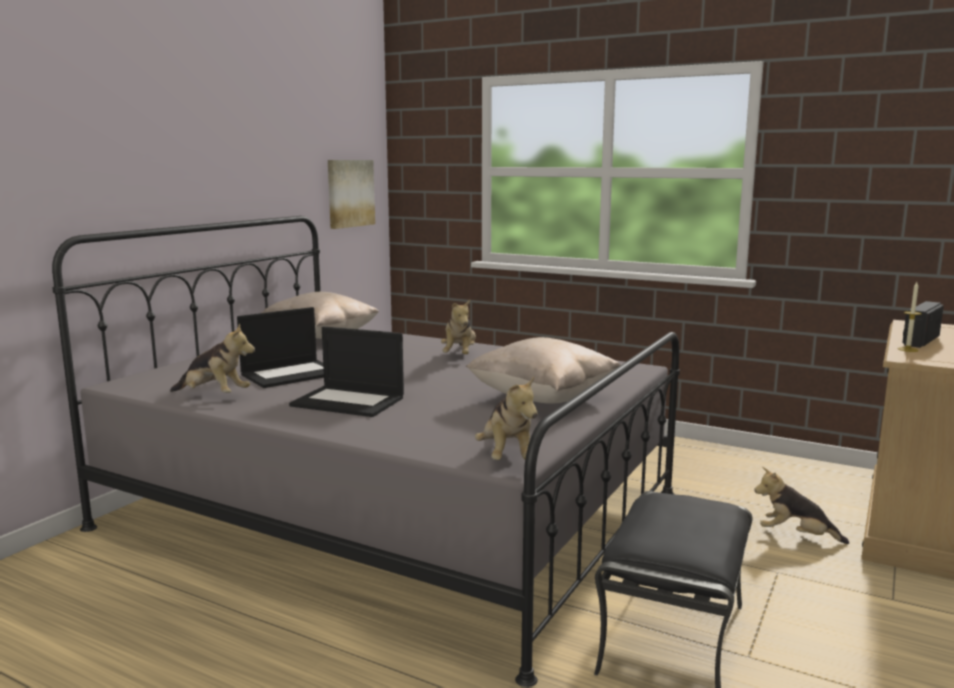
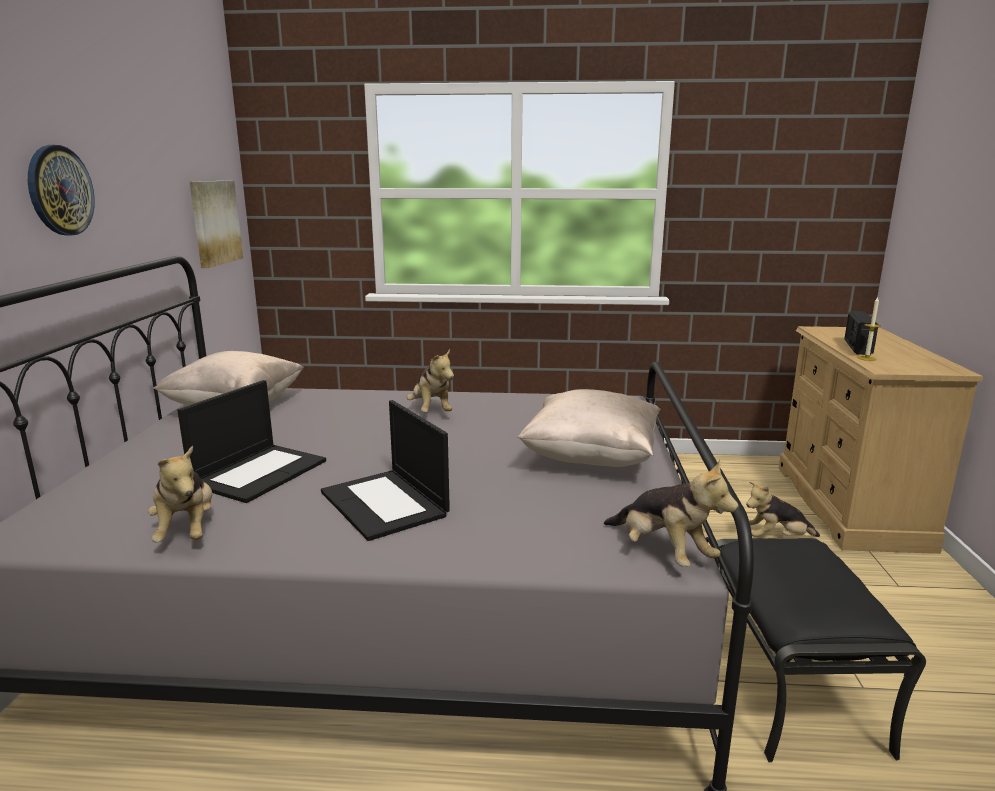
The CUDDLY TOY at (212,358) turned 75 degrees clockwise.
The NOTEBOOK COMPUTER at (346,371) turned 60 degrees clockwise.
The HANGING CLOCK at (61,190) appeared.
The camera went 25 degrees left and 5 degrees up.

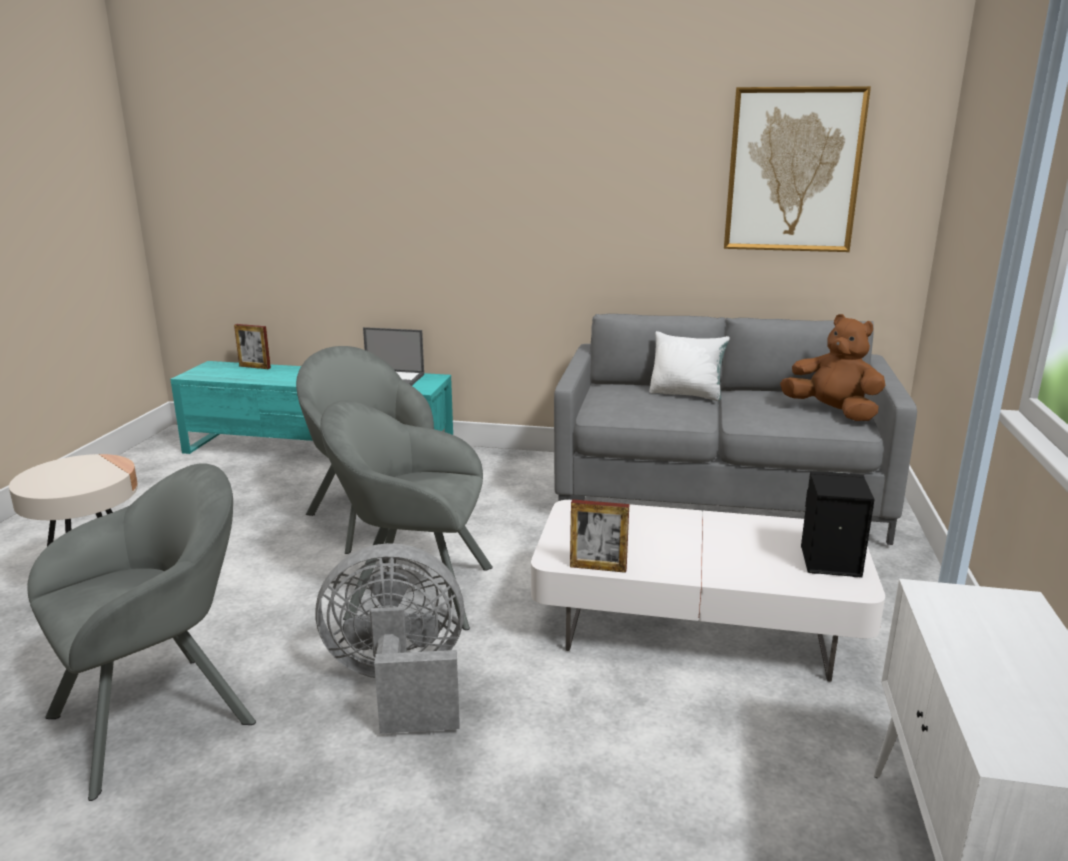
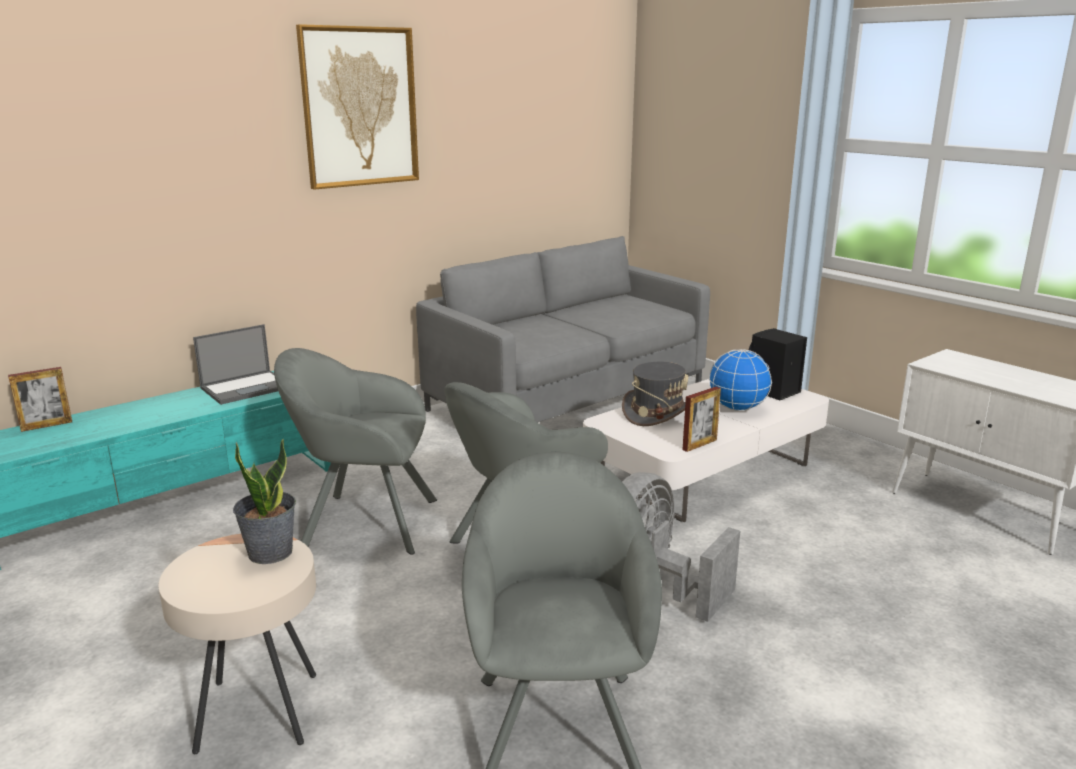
The WHITISH THROW PILLOW at (689,366) disappeared.
The WALL ART moved from (797,169) to (357,107).
The BROWNISH CUDDLY TOY at (832,367) disappeared.
The POTTED PLANT at (264,501) appeared.
The GREYISH WEARABLE HAT at (655,394) appeared.
The WORLD GLOBE at (740,380) appeared.
The camera went 50 degrees left and 0 degrees up.

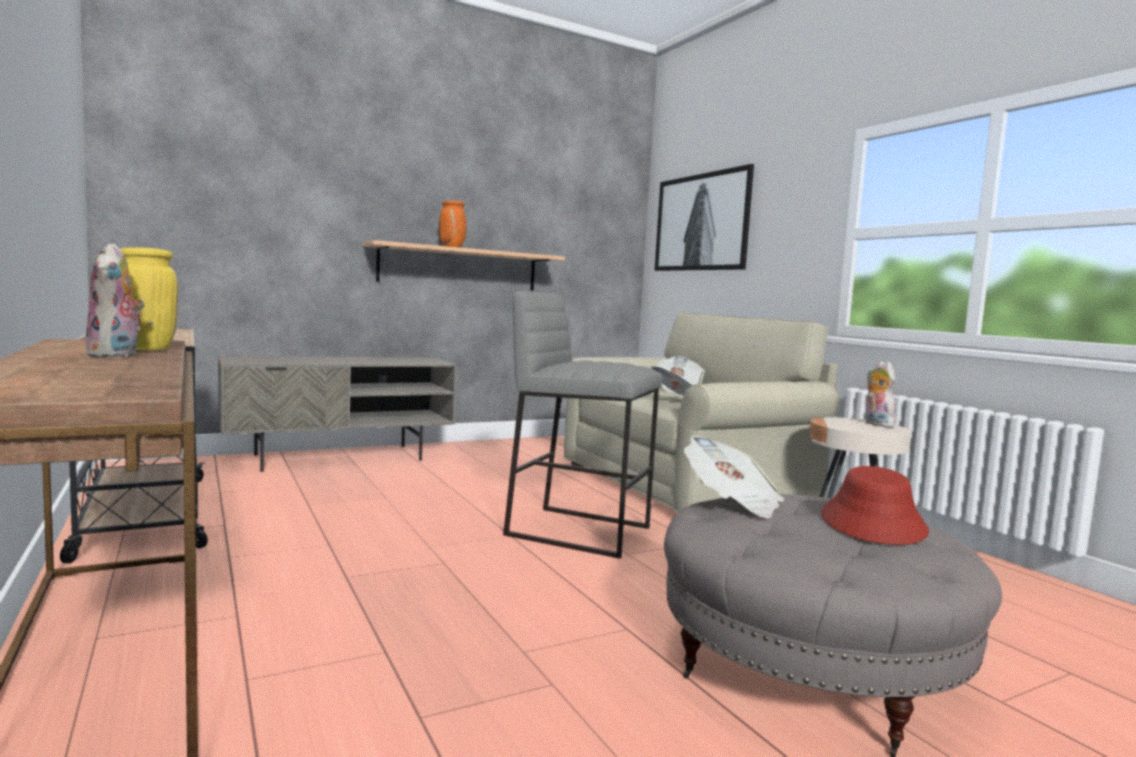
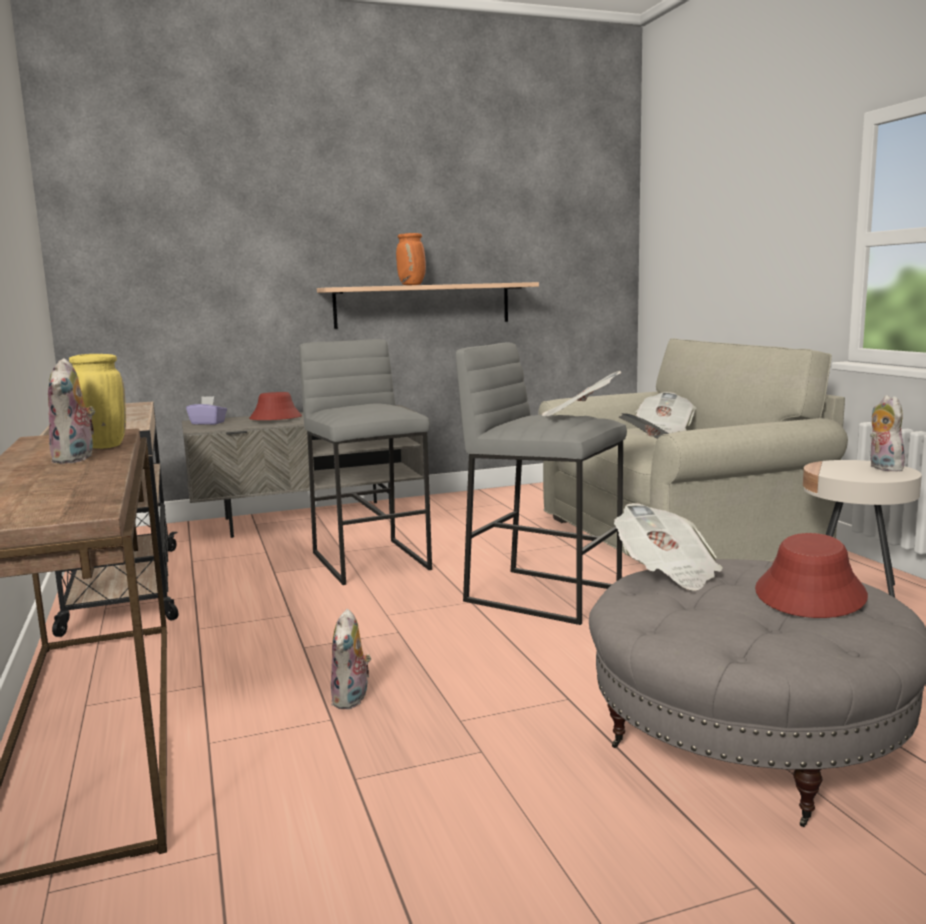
The WALL ART at (704,217) disappeared.
The PURPLE TISSUE BOX at (206,410) appeared.
The RED-COLOURED WEARABLE HAT at (275,406) appeared.
The GREYISH SITTING STOOL at (365,462) appeared.
The CUDDLY TOY at (351,659) appeared.
The DAILY PAPER at (581,394) appeared.
The camera went 10 degrees right and 5 degrees up.

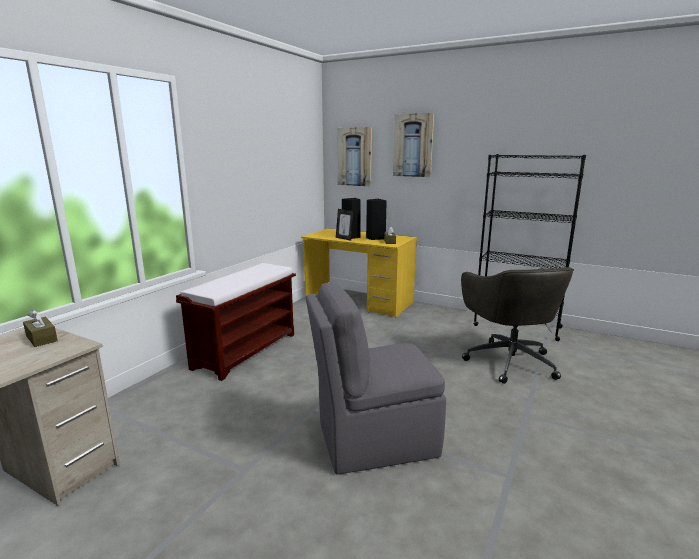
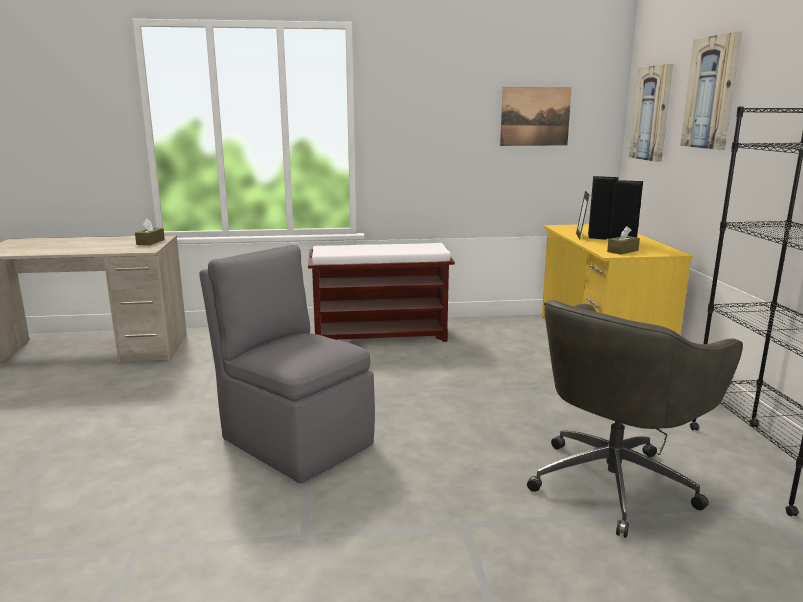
The WALL ART at (536,116) appeared.
The camera went 55 degrees right and 0 degrees up.

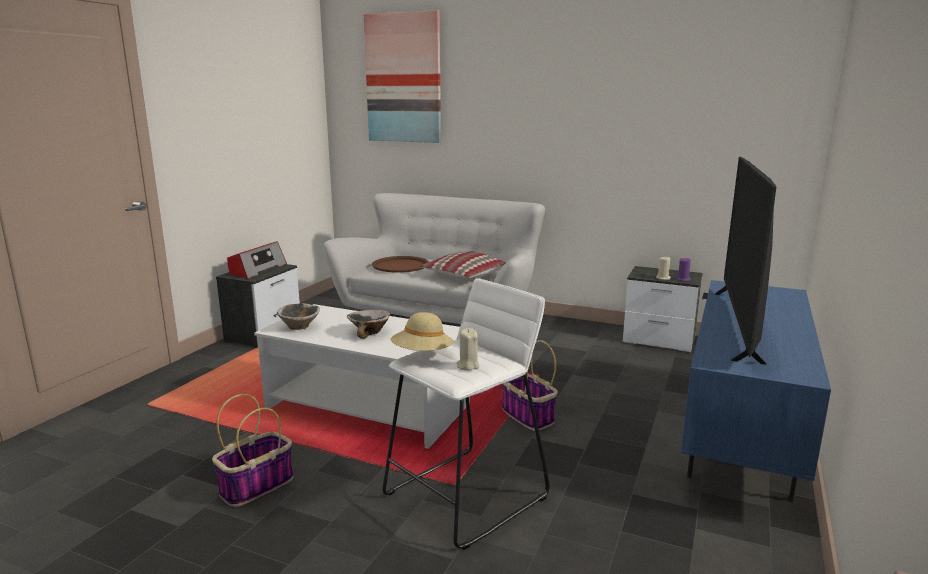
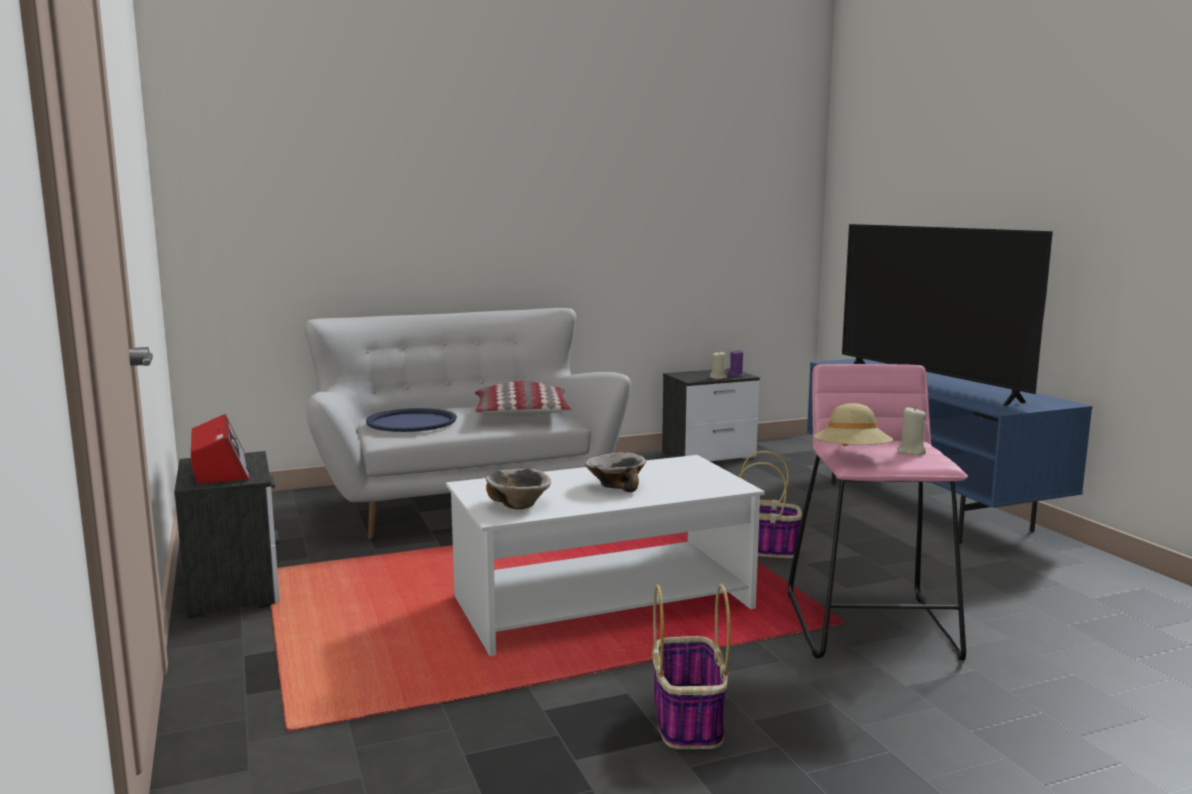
The WALL ART at (402,76) disappeared.
The BROWNISH SERVING TRAY at (400,264) became the BLUE SERVING TRAY at (411,420).
The WHITISH SITTING STOOL at (466,414) became the PINK SITTING STOOL at (878,512).
The camera went 45 degrees left and 5 degrees down.

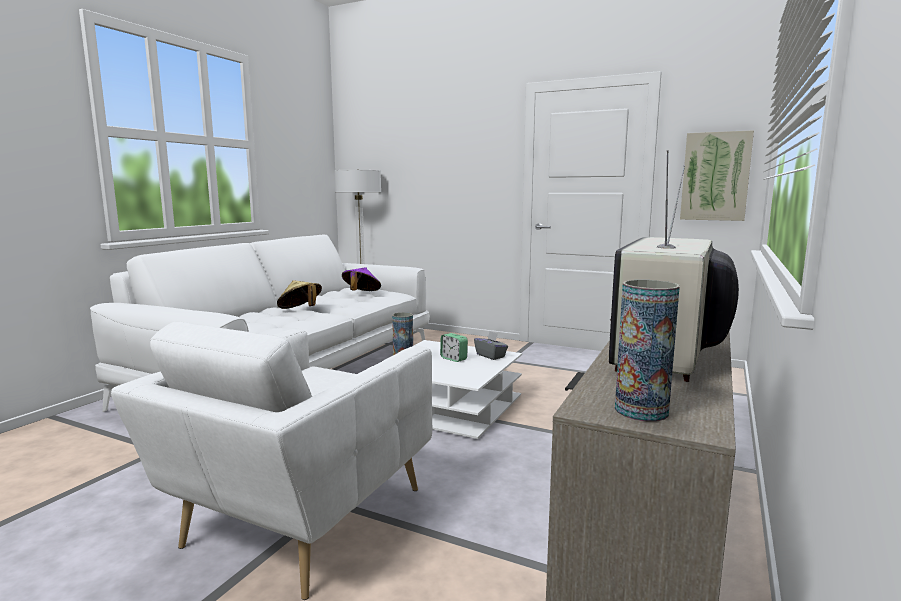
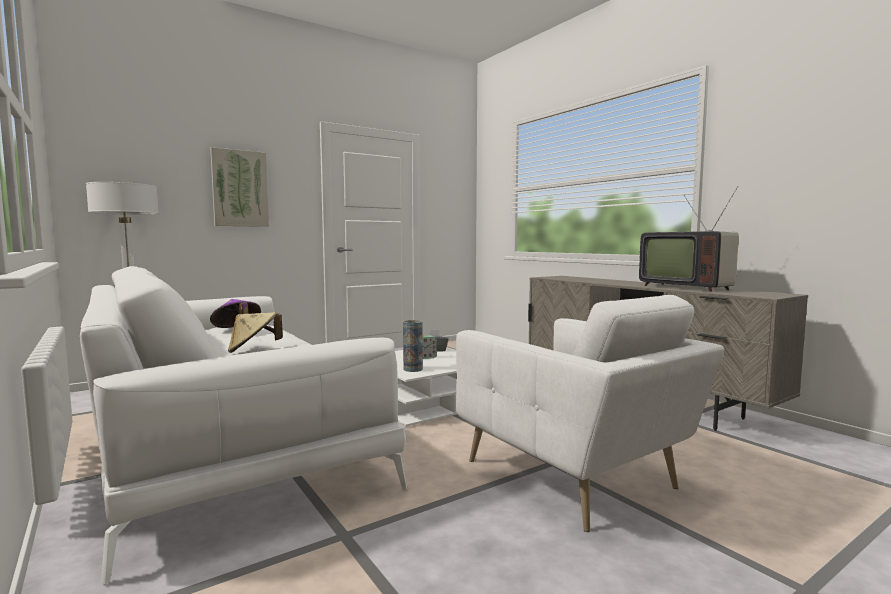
The VASE at (647,351) disappeared.
The WALL ART moved from (717,175) to (239,187).
The camera went 60 degrees left and 5 degrees down.

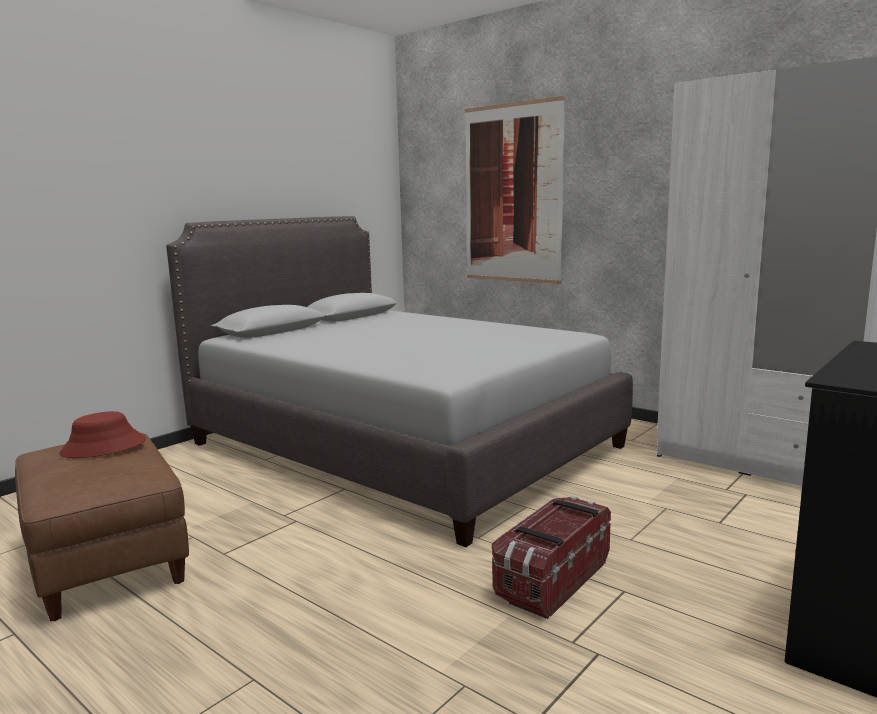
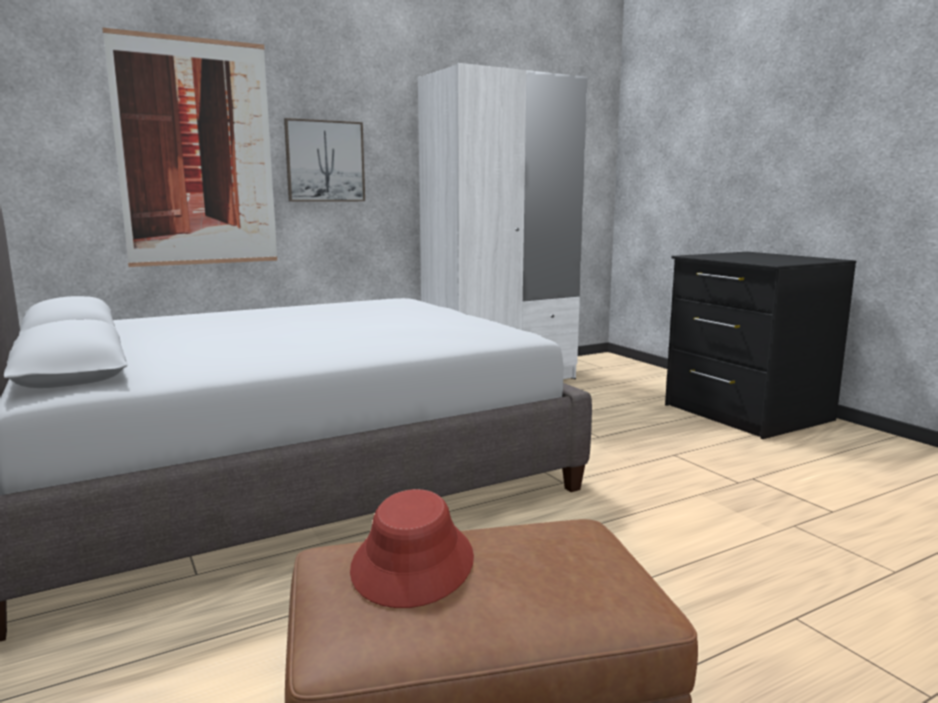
The STORAGE BOX at (551,557) disappeared.
The WALL ART at (324,160) appeared.
The camera went 70 degrees left and 0 degrees up.

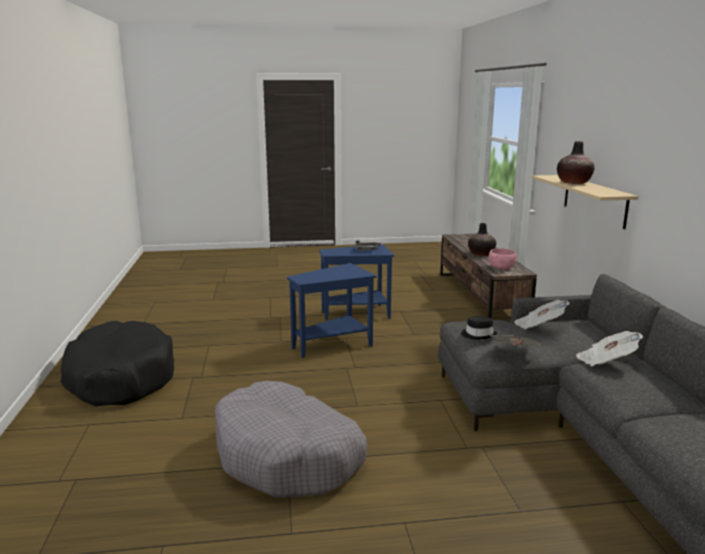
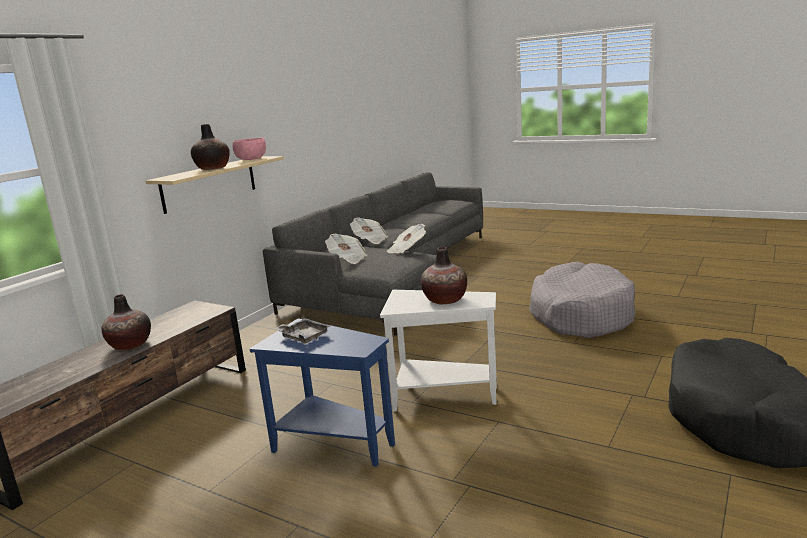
The BLUE ACCENT TABLE at (331,310) became the WHITISH ACCENT TABLE at (438,350).
The BLACK WEARABLE HAT at (479,328) disappeared.
The PINK DEEP DISH moved from (503,259) to (249,149).
The VASE at (443,275) appeared.
The camera went 140 degrees left and 0 degrees up.

